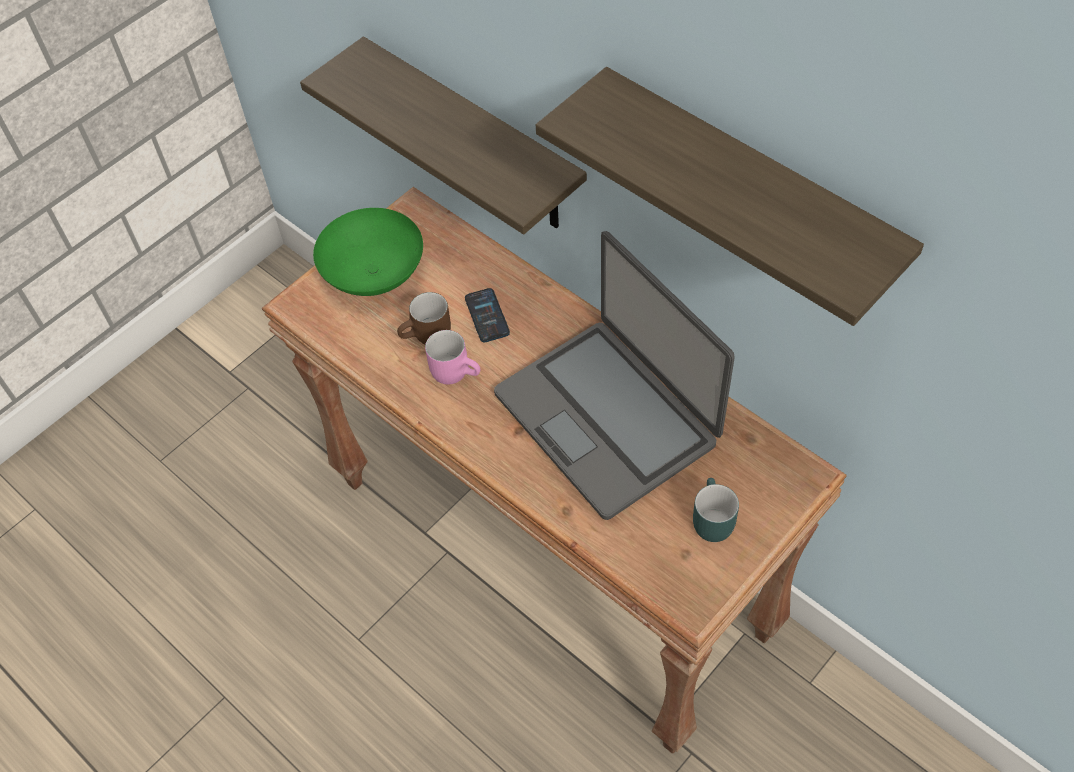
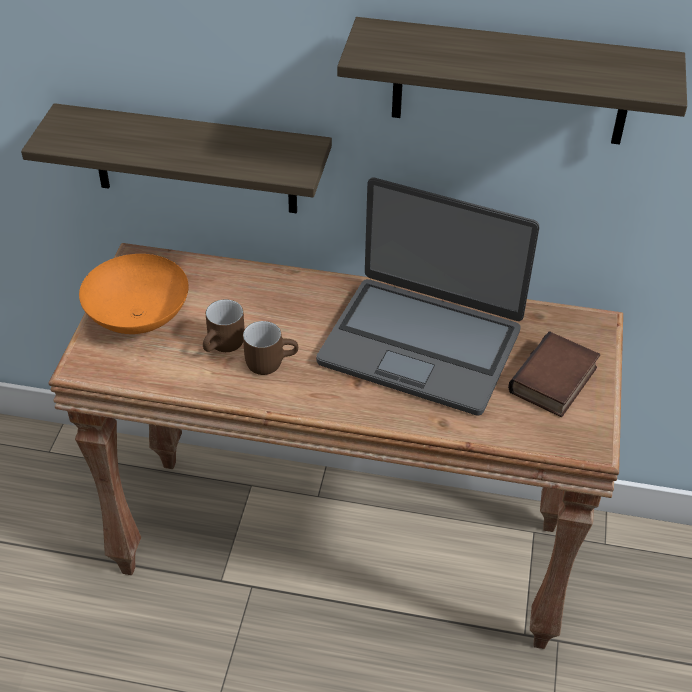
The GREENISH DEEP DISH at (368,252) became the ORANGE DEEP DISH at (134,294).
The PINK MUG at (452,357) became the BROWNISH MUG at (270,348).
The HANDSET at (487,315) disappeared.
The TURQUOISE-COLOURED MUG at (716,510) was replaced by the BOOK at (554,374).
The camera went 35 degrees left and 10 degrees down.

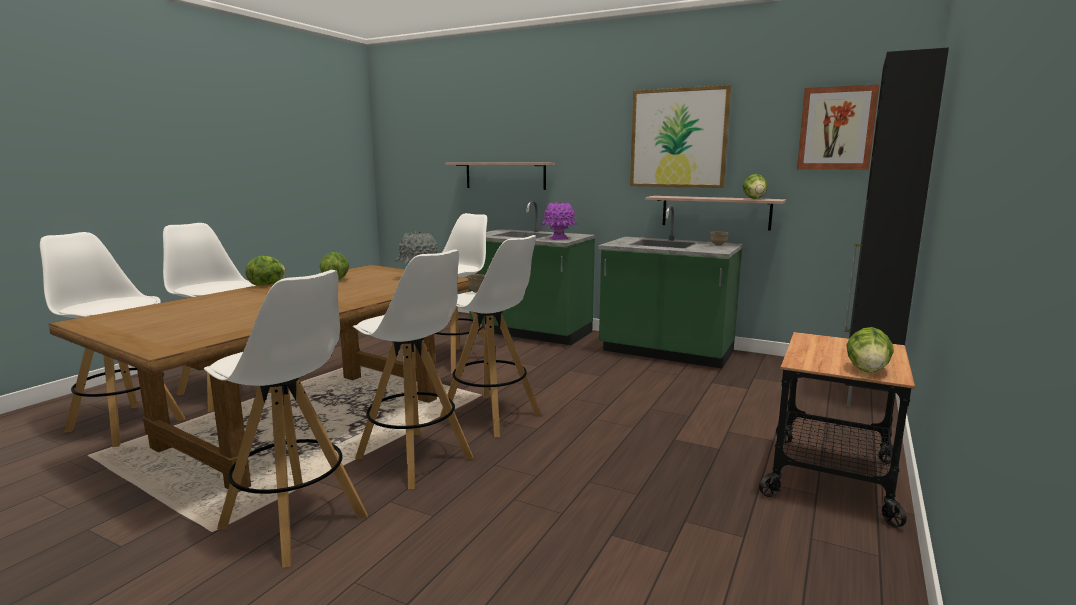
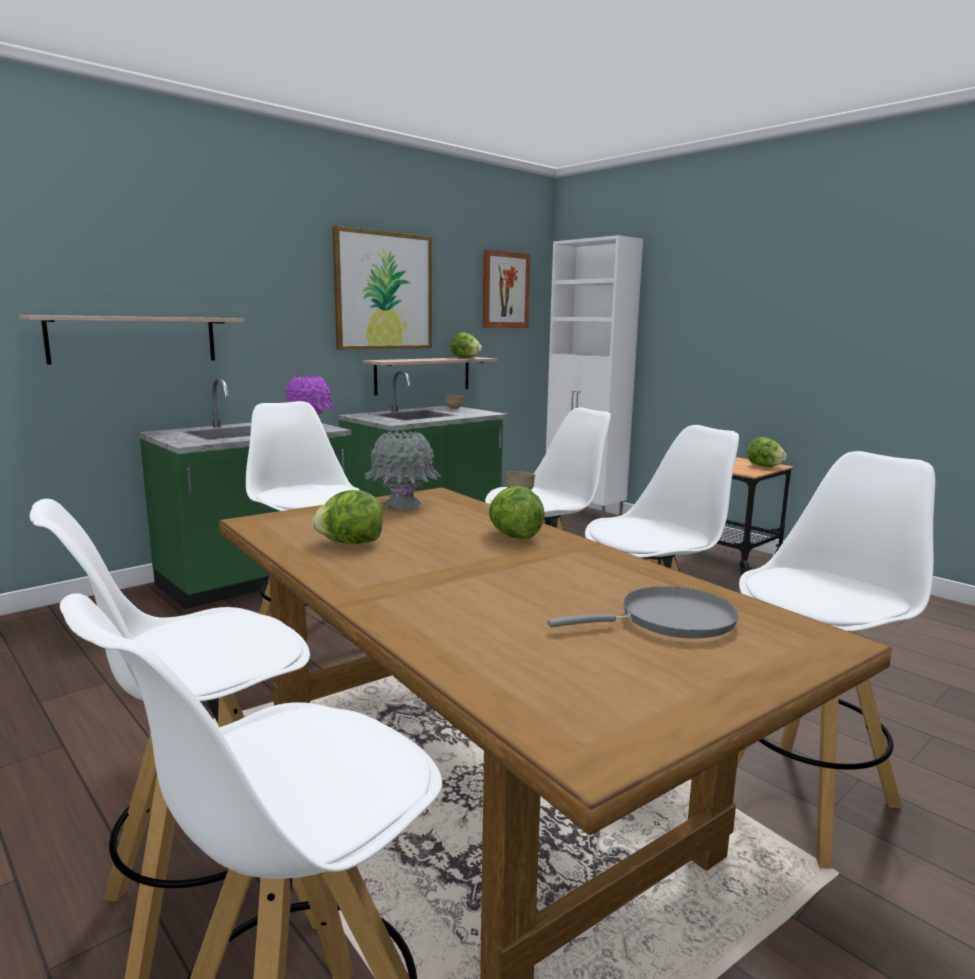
The LETTUCE moved from (265,271) to (516,512).
The BLACK CABINET at (896,227) became the WHITISH CABINET at (594,376).
The GREYISH SKILLET at (643,612) appeared.
The camera went 70 degrees left and 0 degrees up.

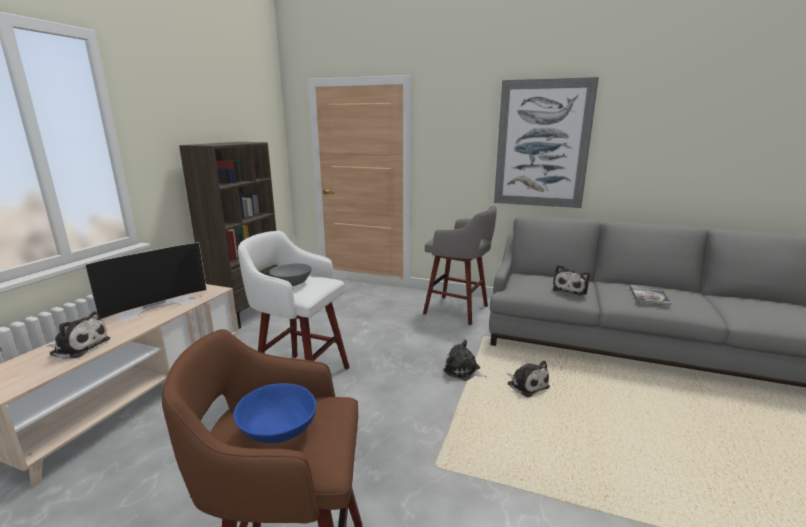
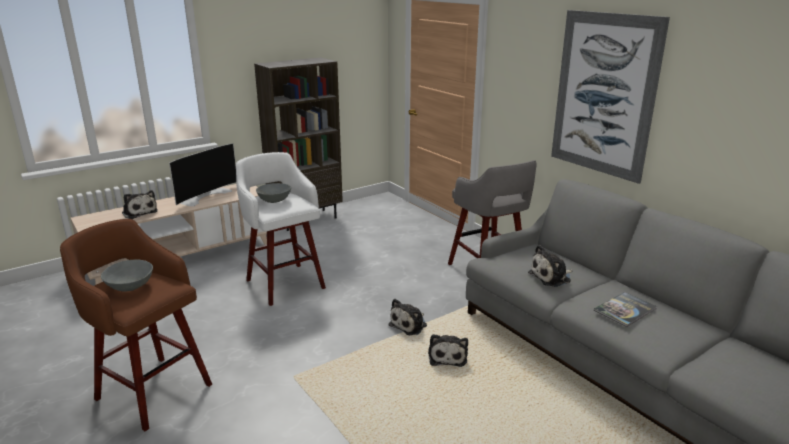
The TELEVISION at (146,282) turned 45 degrees counterclockwise.
The BLUE DEEP DISH at (274,413) became the GREYISH DEEP DISH at (127,275).
The CUDDLY TOY at (465,360) turned 120 degrees counterclockwise.
The camera went 35 degrees right and 5 degrees up.

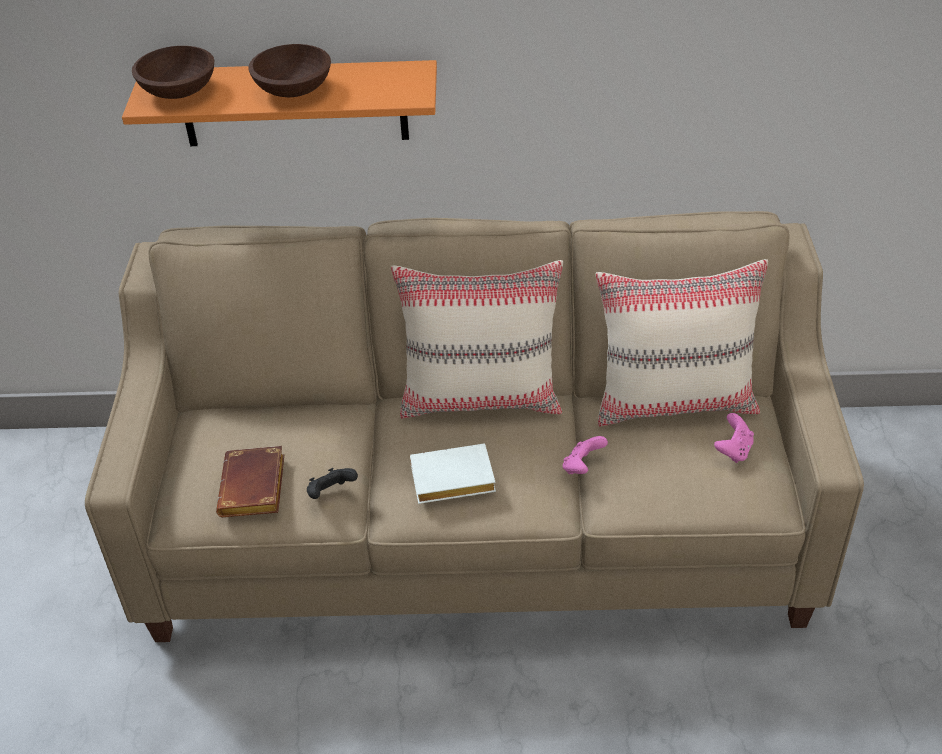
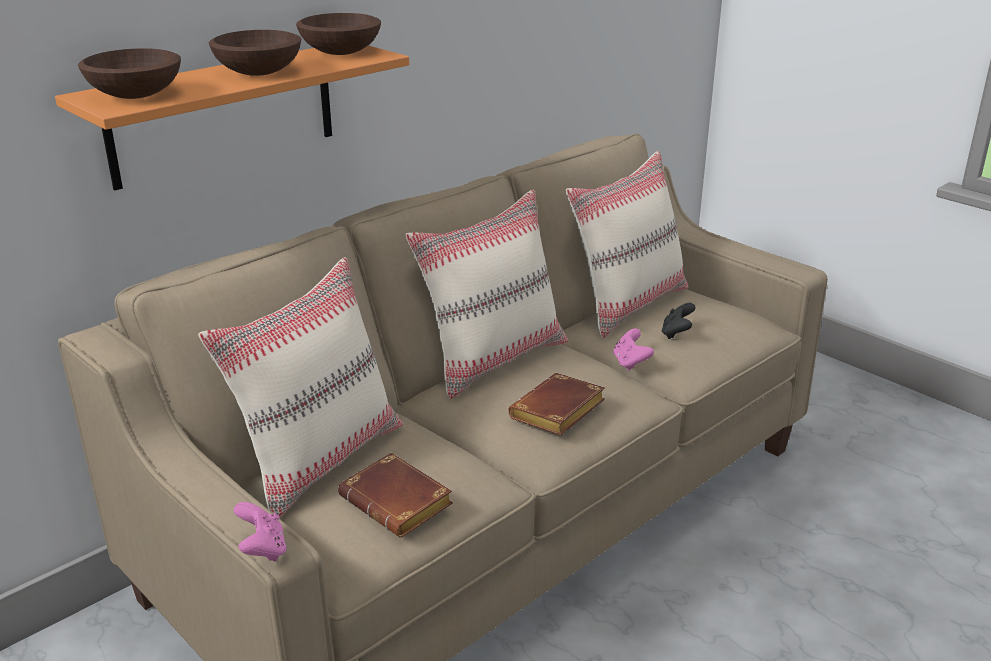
The BLACK GAMEPAD moved from (332,483) to (679,321).
The WHITISH BOOK at (453,474) became the BROWNISH BOOK at (556,404).
The PINK GAMEPAD moved from (734,438) to (260,532).
The SAND-COLOURED THROW PILLOW at (300,387) appeared.
The BROWNISH DEEP DISH at (338,34) appeared.
The camera went 45 degrees left and 15 degrees down.

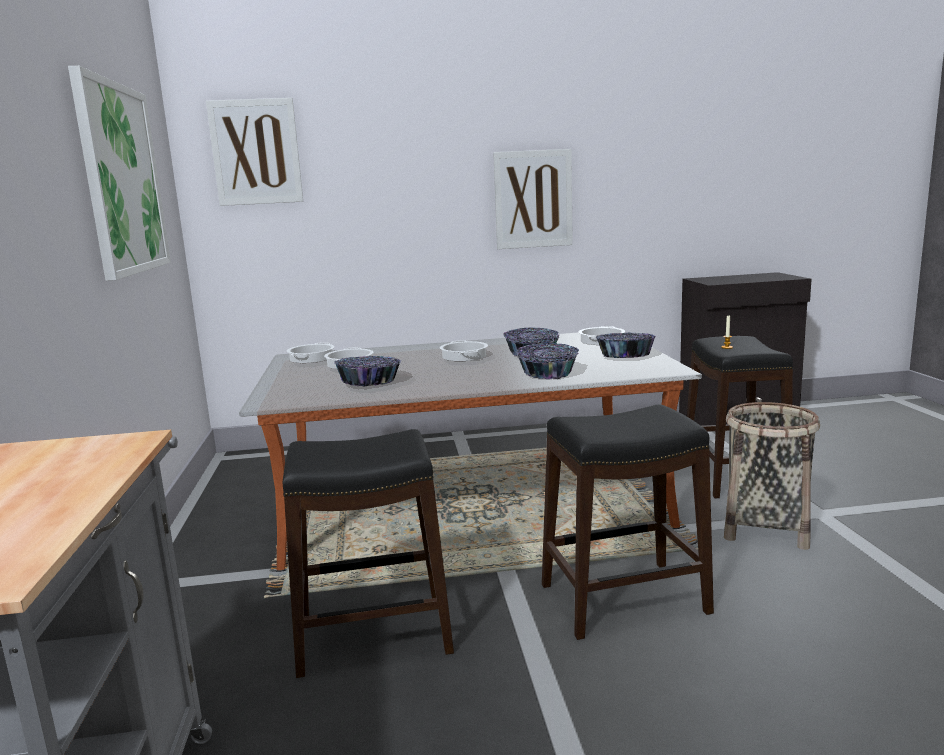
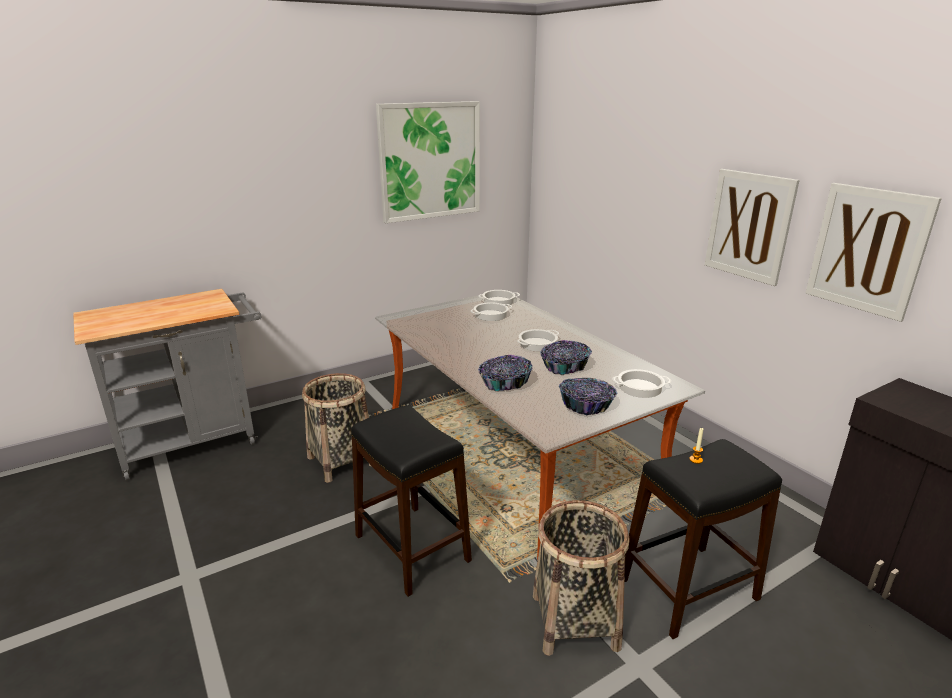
The WALL ART moved from (254,152) to (873,252).
The BLACK SITTING STOOL at (368,553) was replaced by the STORAGE BASKET at (337,428).
The DEEP DISH at (367,371) disappeared.
The camera went 65 degrees right and 10 degrees up.

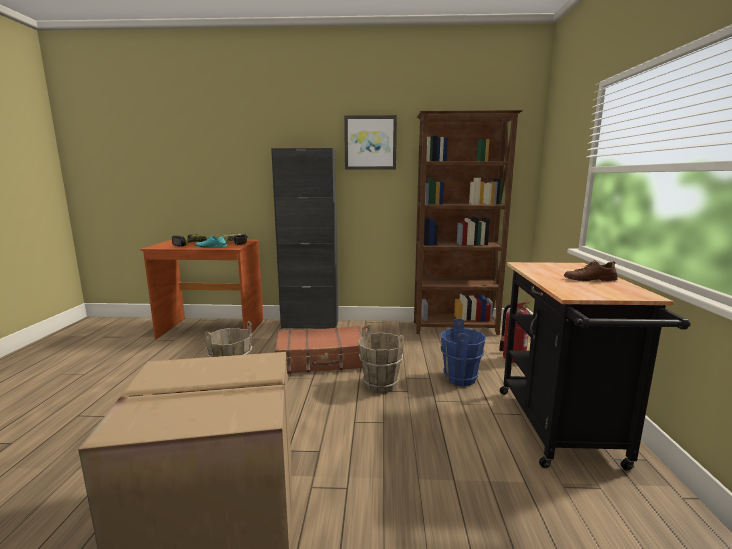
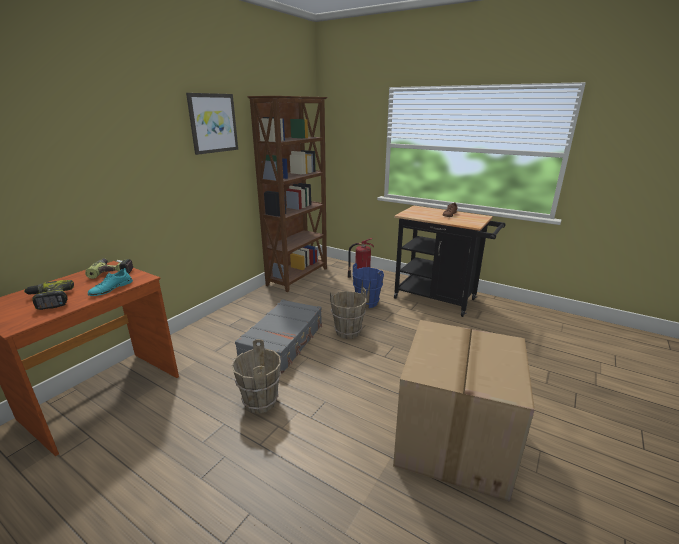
The BLACK CABINET at (304,238) disappeared.
The BROWNISH TRAVEL CASE at (321,350) became the GREYISH TRAVEL CASE at (278,336).
The camera went 60 degrees left and 10 degrees up.

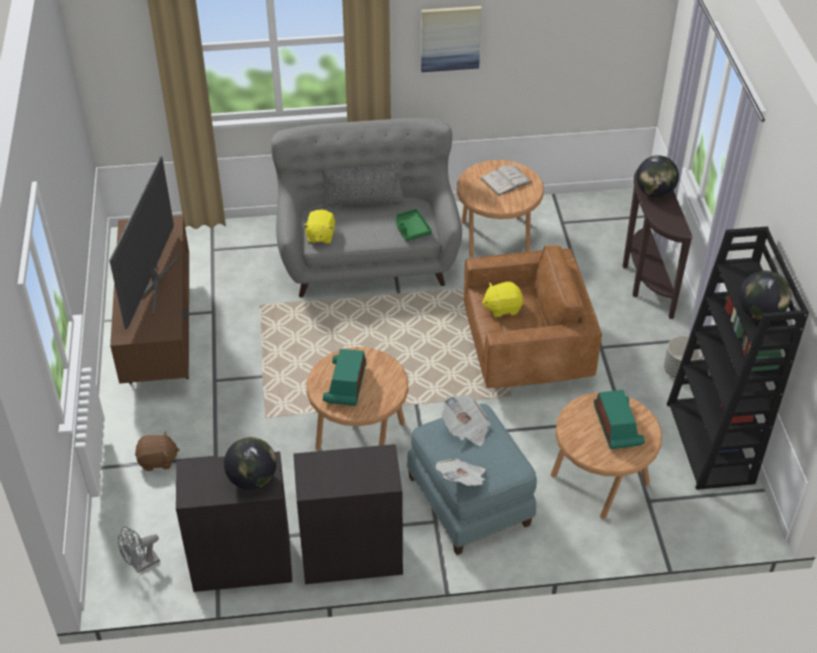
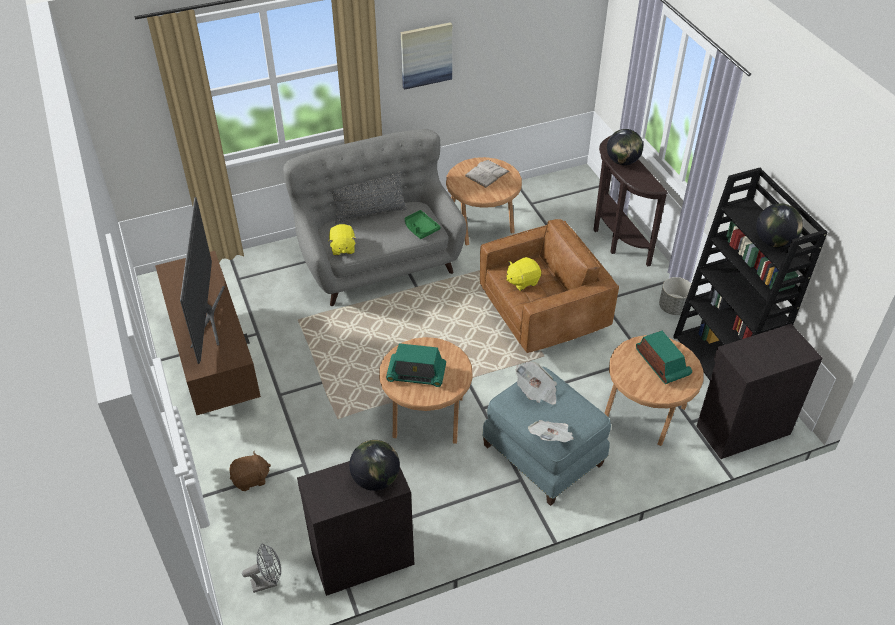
The GREYISH FAN at (139,550) turned 150 degrees counterclockwise.
The BLACK CABINET moved from (348,514) to (760,391).
The RADIO RECEIVER at (344,377) turned 75 degrees counterclockwise.
The camera went 15 degrees left and 0 degrees up.

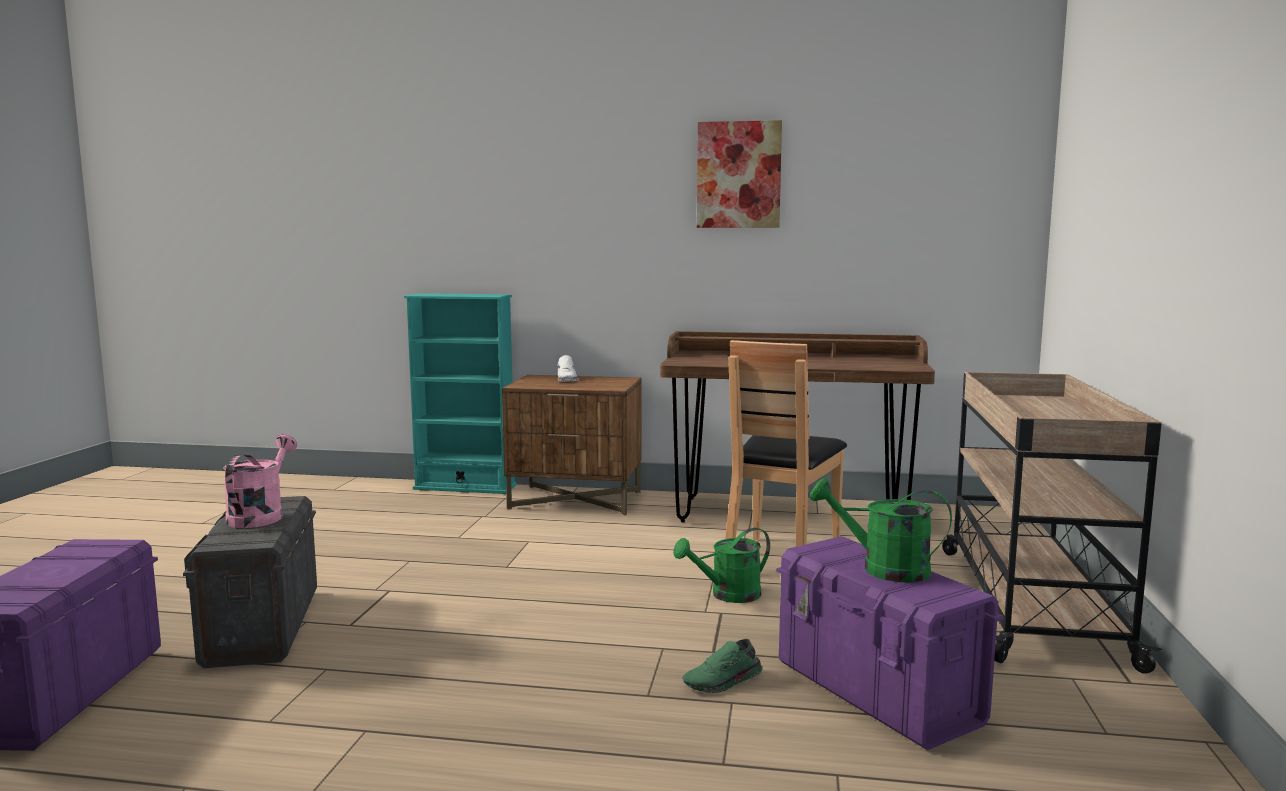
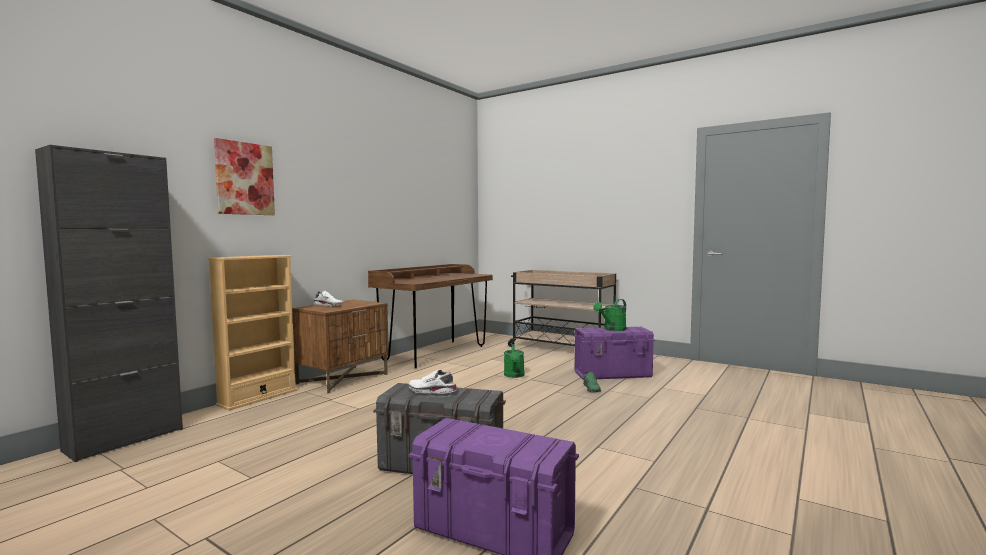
The PINK WATERING POT at (260,481) was replaced by the WHITISH LOW SHOE at (432,381).
The TURQUOISE-COLOURED SHELVING UNIT at (460,393) became the SAND-COLOURED SHELVING UNIT at (252,333).
The WALL ART moved from (739,174) to (244,176).
The BROWNISH PLAIN CHAIR at (786,443) disappeared.
The BLACK CABINET at (109,303) appeared.
The camera went 65 degrees left and 5 degrees down.

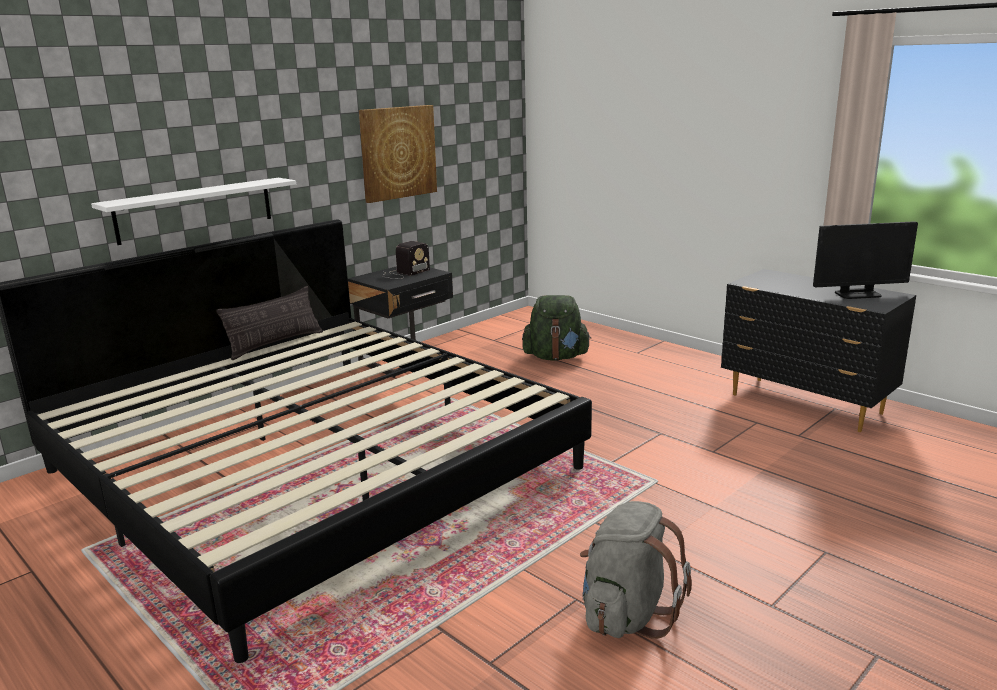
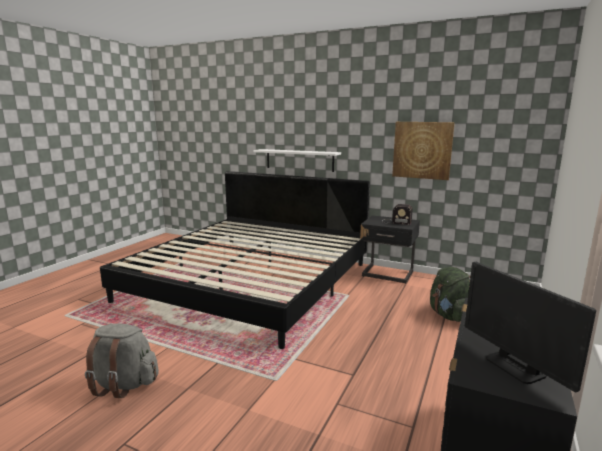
The THROW PILLOW at (269,323) disappeared.
The camera went 70 degrees right and 5 degrees down.

